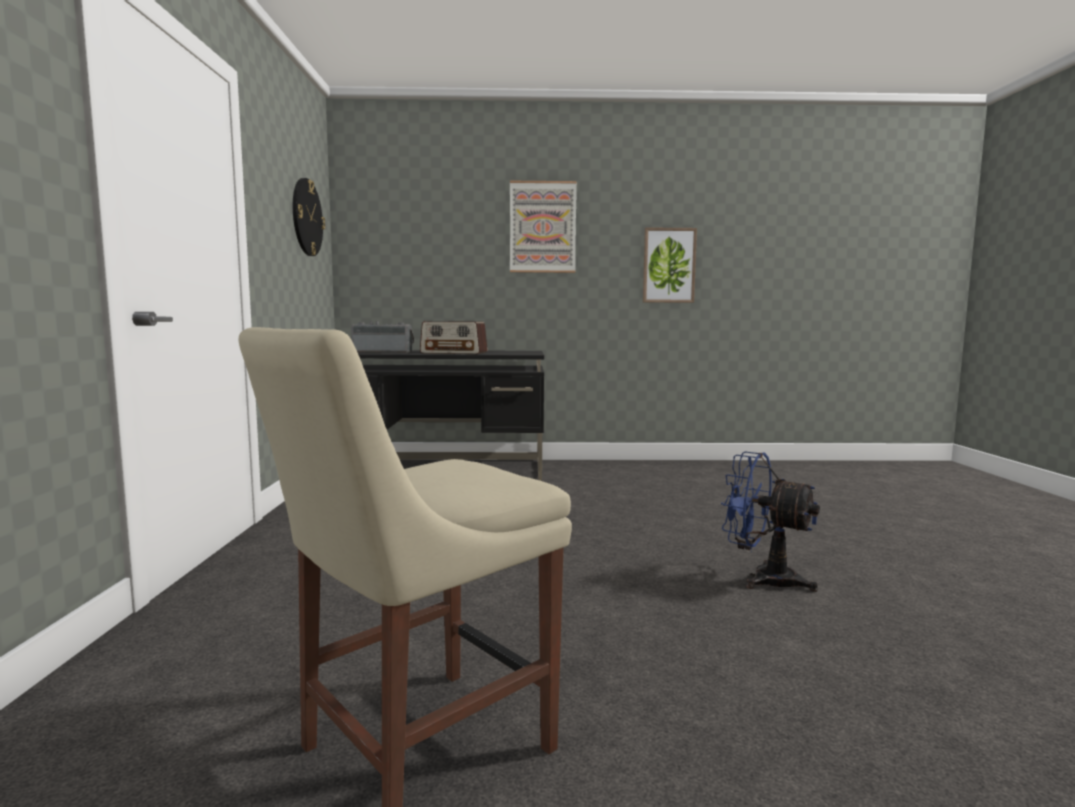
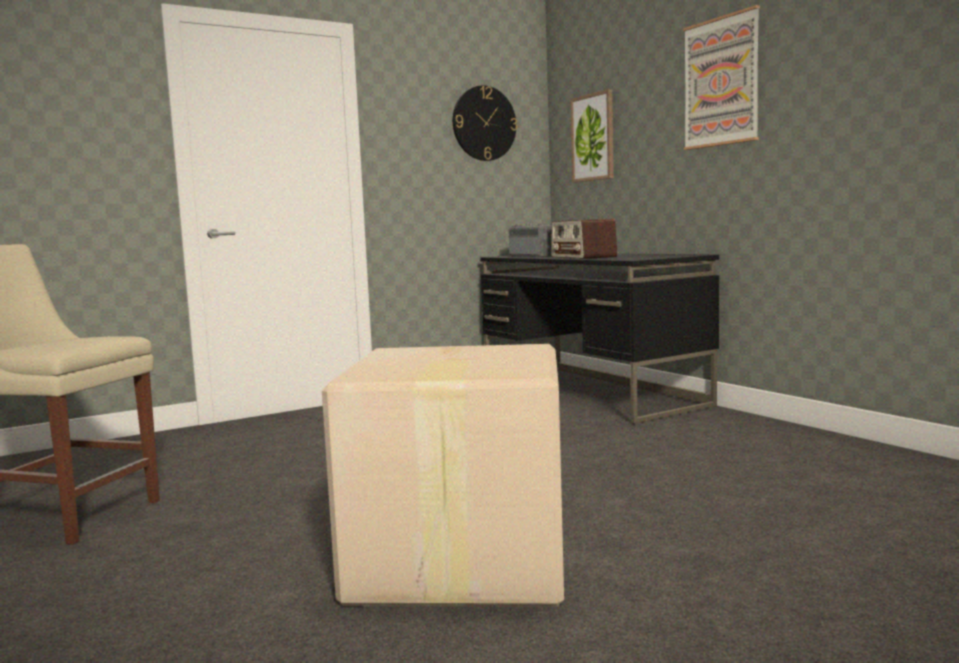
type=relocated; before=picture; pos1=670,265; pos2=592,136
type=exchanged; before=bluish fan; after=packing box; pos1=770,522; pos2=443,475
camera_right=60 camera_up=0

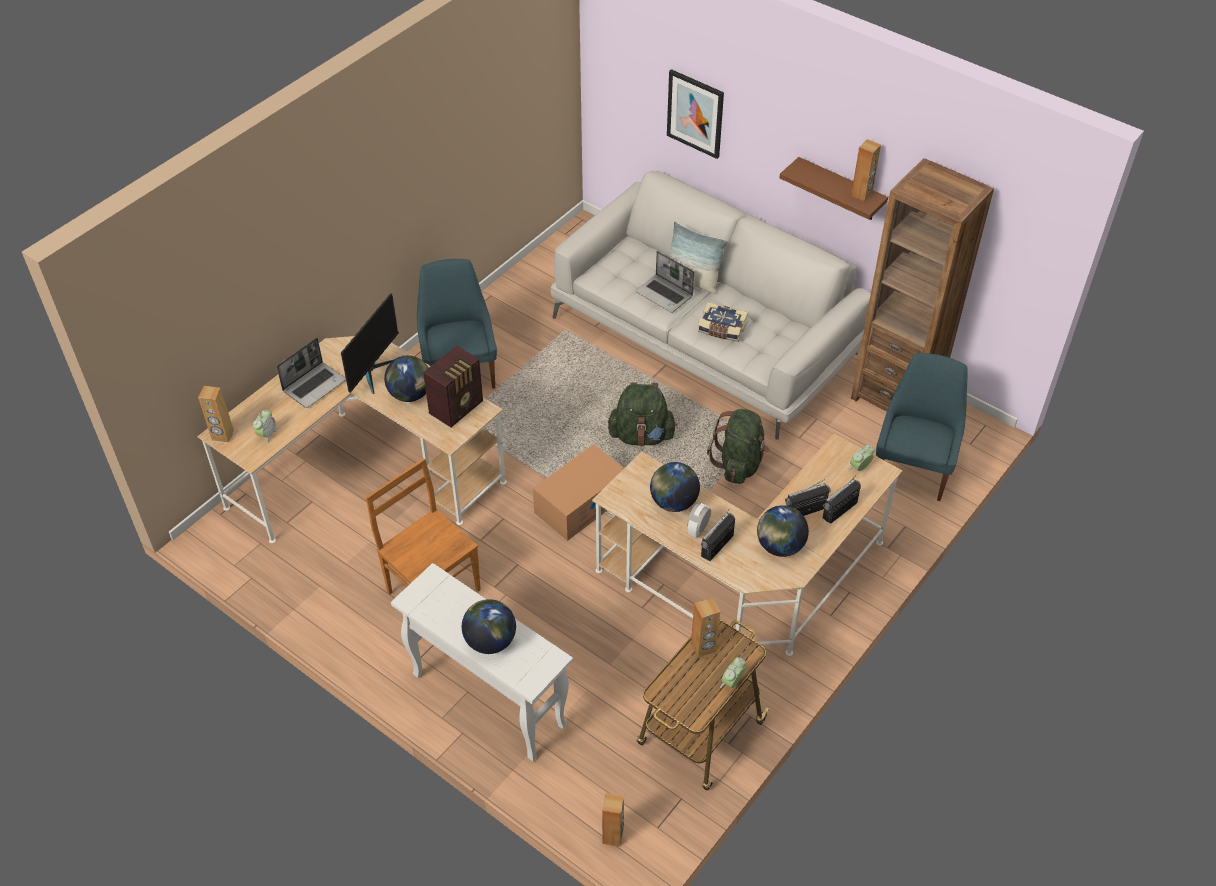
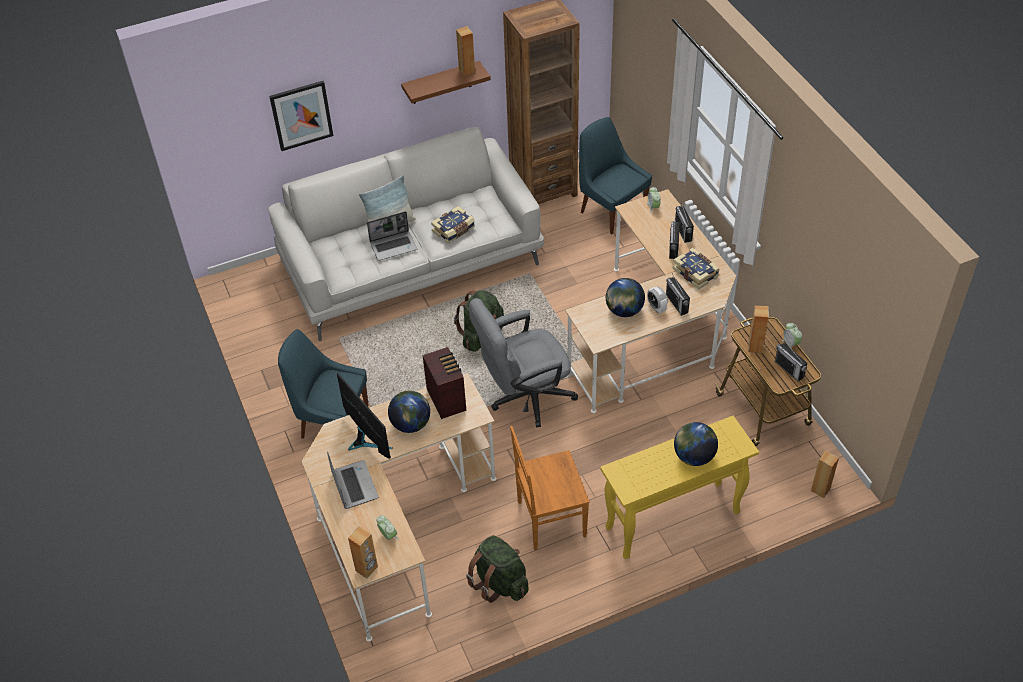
type=relocated; before=greenish knapsack; pos1=738,446; pos2=497,569
type=exchanged; before=packing box; after=grey office chair; pos1=578,492; pos2=523,362
type=exchanged; before=desk globe; after=volume; pos1=783,531; pos2=696,269
type=colour; before=white hall table; after=yellow hall table; pos1=482,662; pos2=679,487
type=appeared; after=radio receiver; pos2=791,361
camera_right=-60 camera_up=0

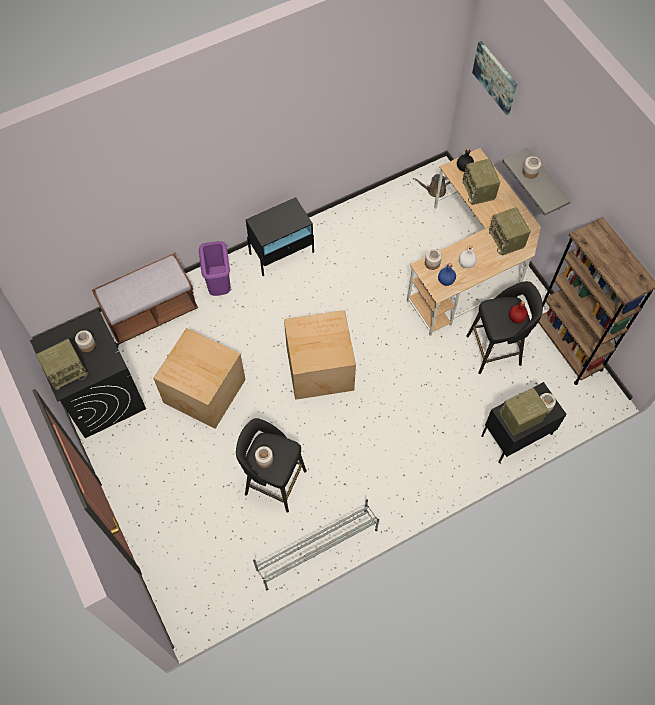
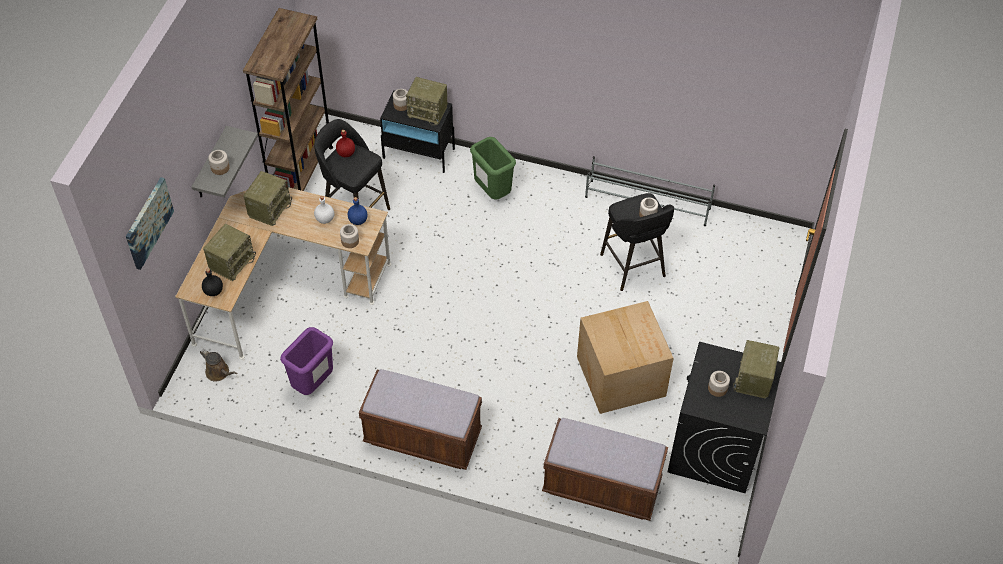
type=exchanged; before=black-coloured bedside table; after=brownish indoor bench; pos1=280,236; pos2=420,419
type=relocated; before=purple trash can; pos1=215,268; pos2=306,361
type=missing; before=packing box; pos1=320,355
type=spun; before=radio receiver; pos1=62,364; pos2=756,369; turn=-90
type=appeared; after=greenish trash can; pos2=493,168
camera_right=-135 camera_up=-10

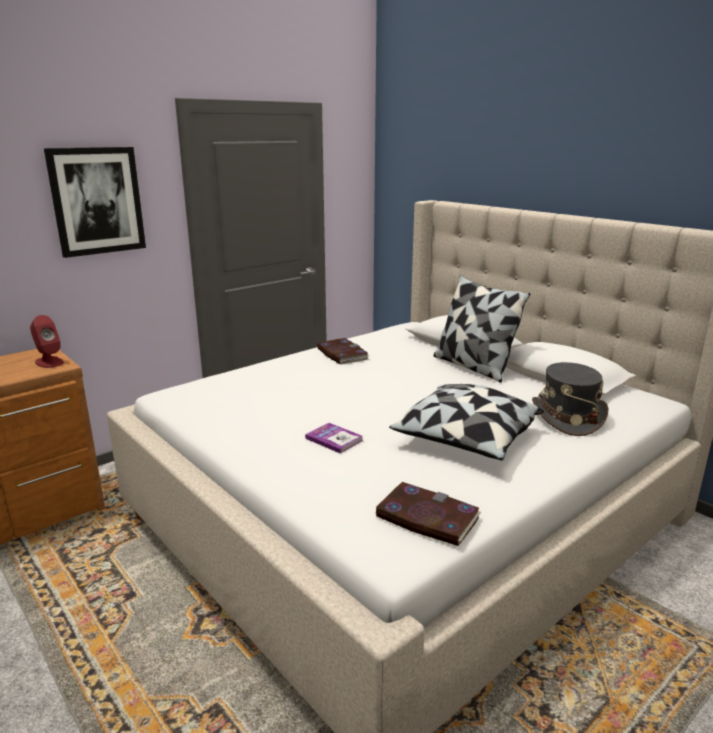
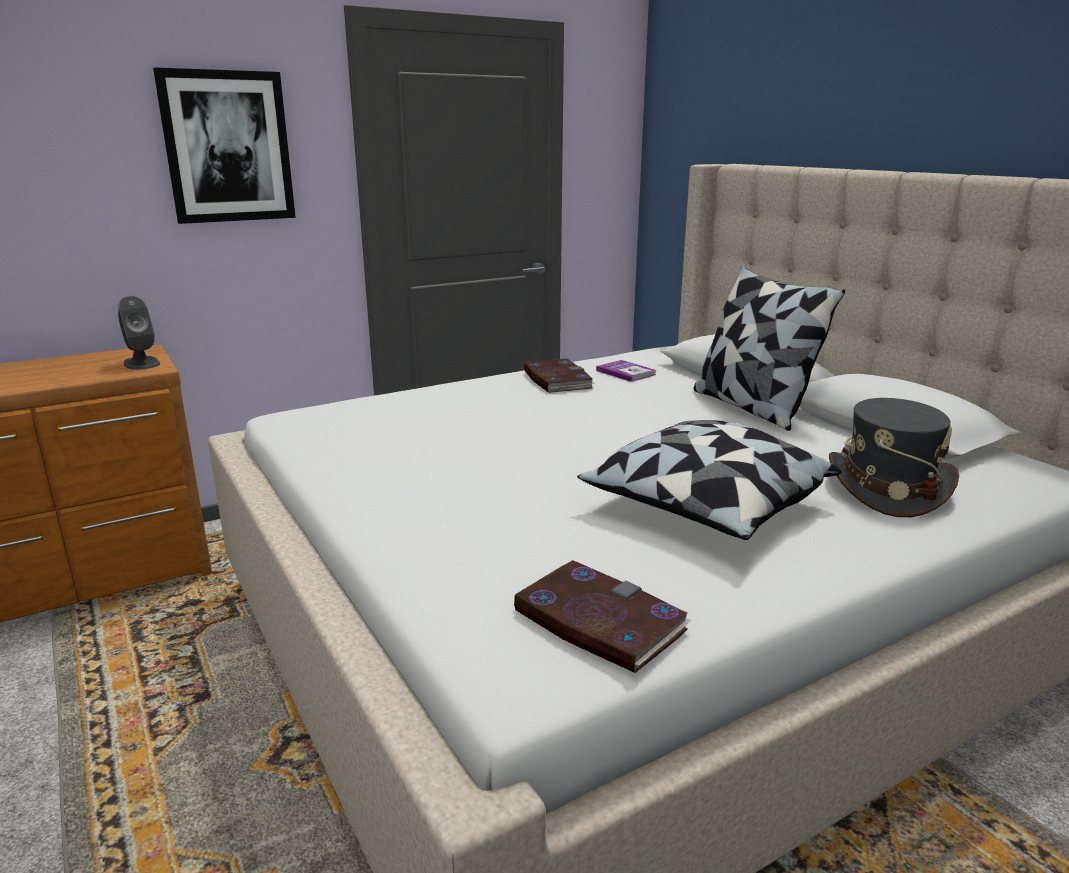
type=colour; before=red-coloured audio speaker; after=grey audio speaker; pos1=47,341; pos2=139,333
type=relocated; before=volume; pos1=334,438; pos2=626,371
camera_right=10 camera_up=0

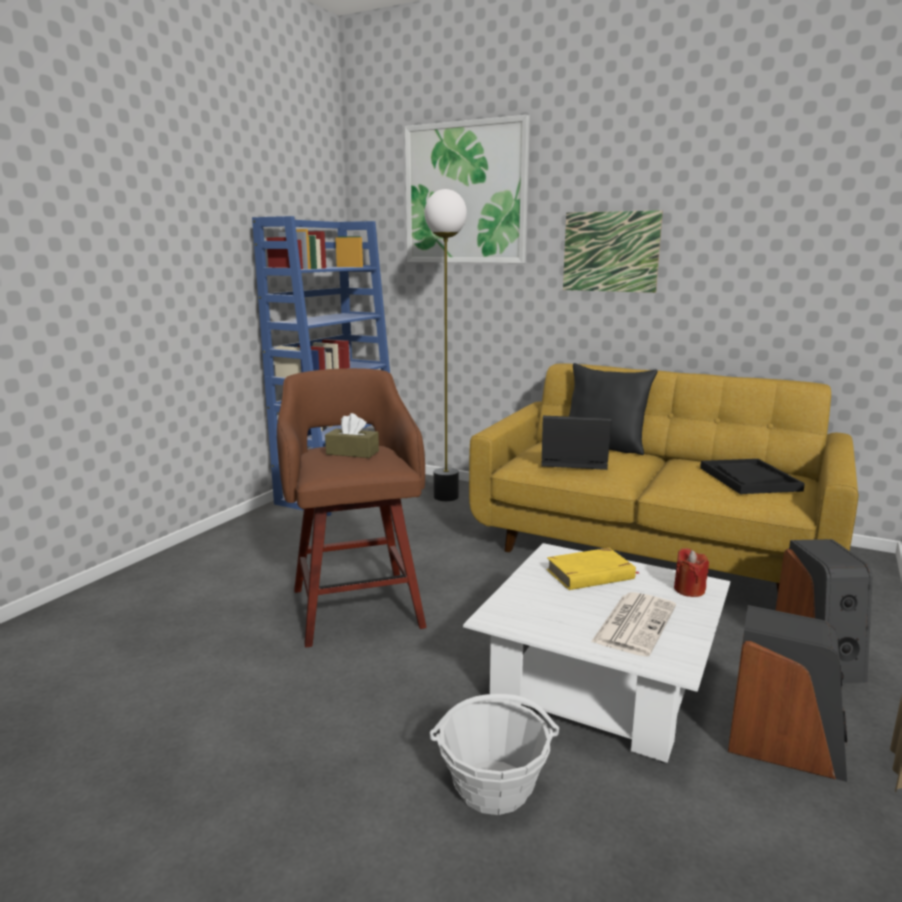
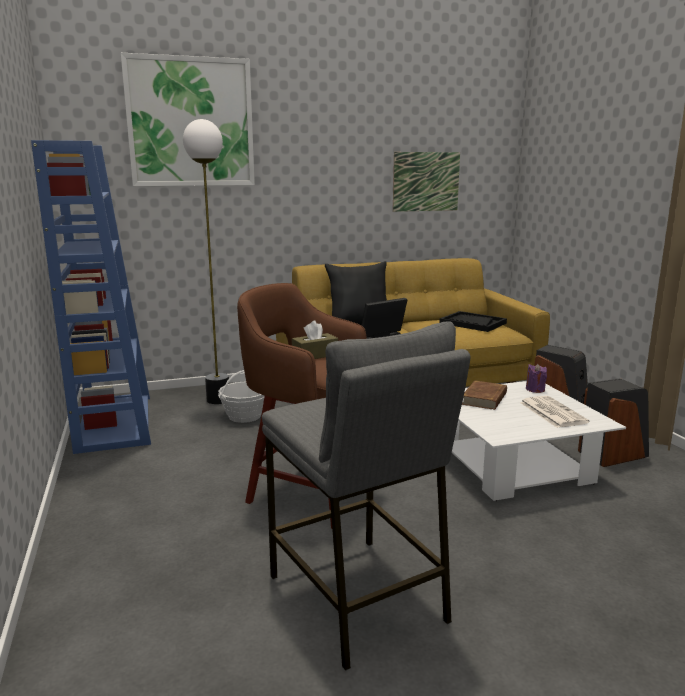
type=relocated; before=picture; pos1=613,251; pos2=426,182
type=colour; before=yellow volume; after=brownish volume; pos1=592,569; pos2=484,395
type=colour; before=red-coloured wax candle; after=purple wax candle; pos1=691,572; pos2=536,378
type=relocated; before=household basket; pos1=494,754; pos2=241,396
type=appeared; after=grey stool; pos2=366,496
camera_right=-45 camera_up=0

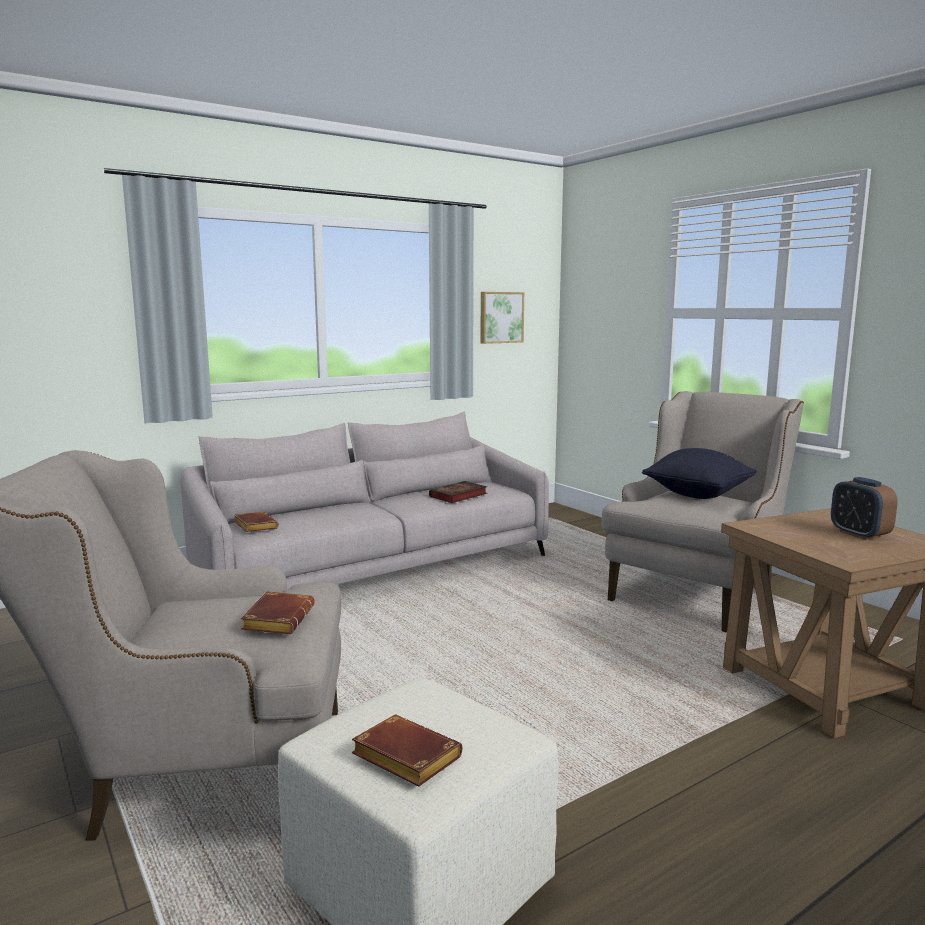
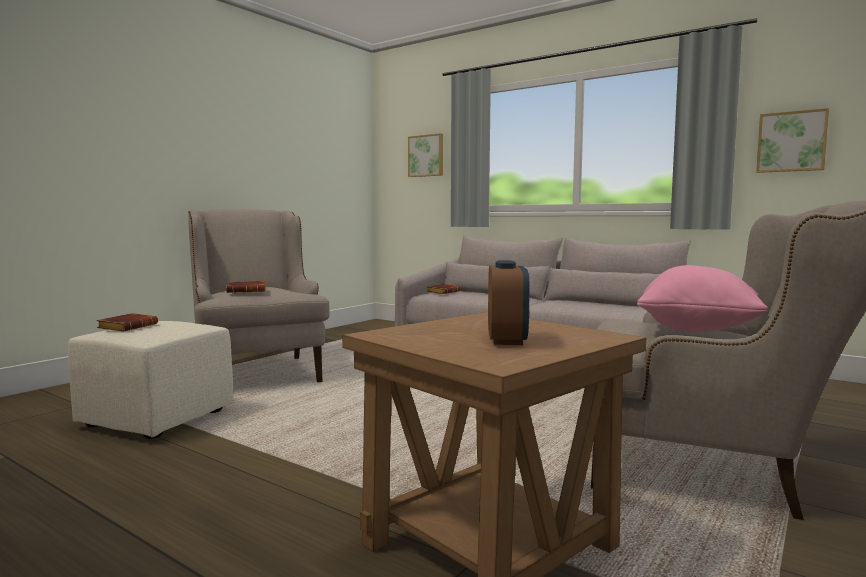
type=colour; before=black-coloured throw pillow; after=pink throw pillow; pos1=699,473; pos2=702,298
type=spun; before=table clock; pos1=864,508; pos2=509,302; turn=135
type=missing; before=volume; pos1=458,492
type=appeared; after=picture; pos2=425,155
camera_right=70 camera_up=-5

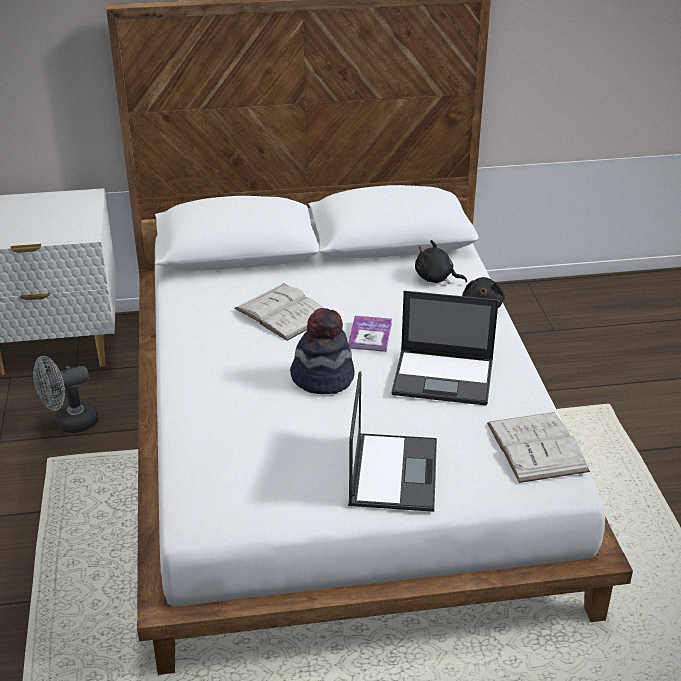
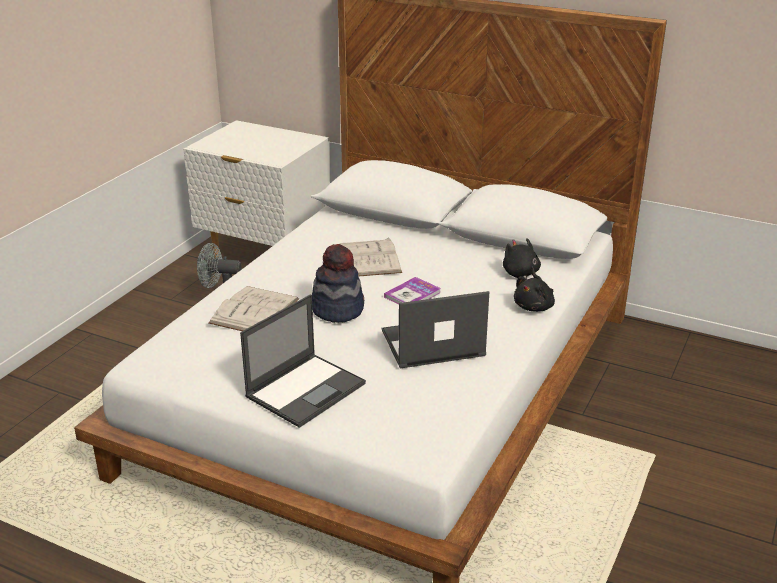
type=spun; before=laptop; pos1=445,348; pos2=435,330; turn=120
type=relocated; before=white volume; pos1=538,447; pos2=253,308
camera_right=35 camera_up=-5

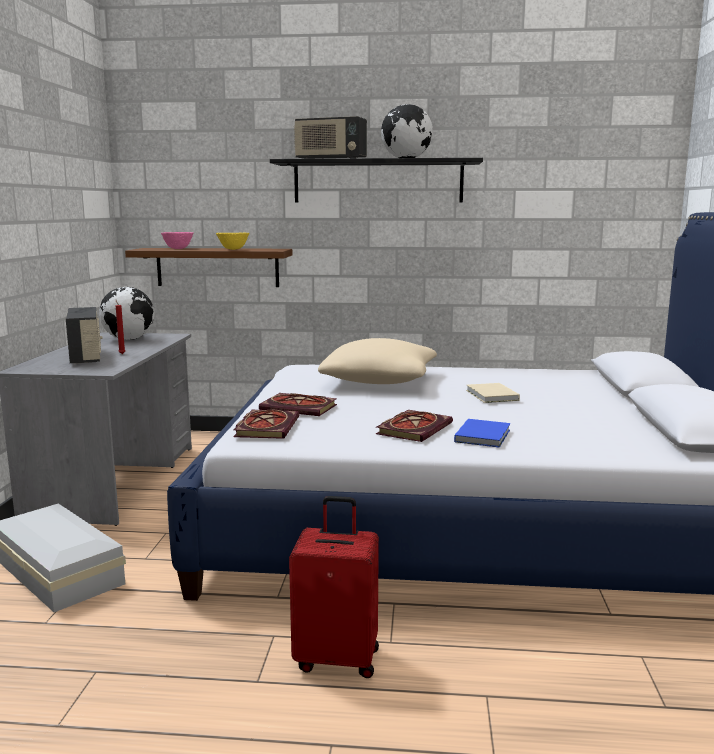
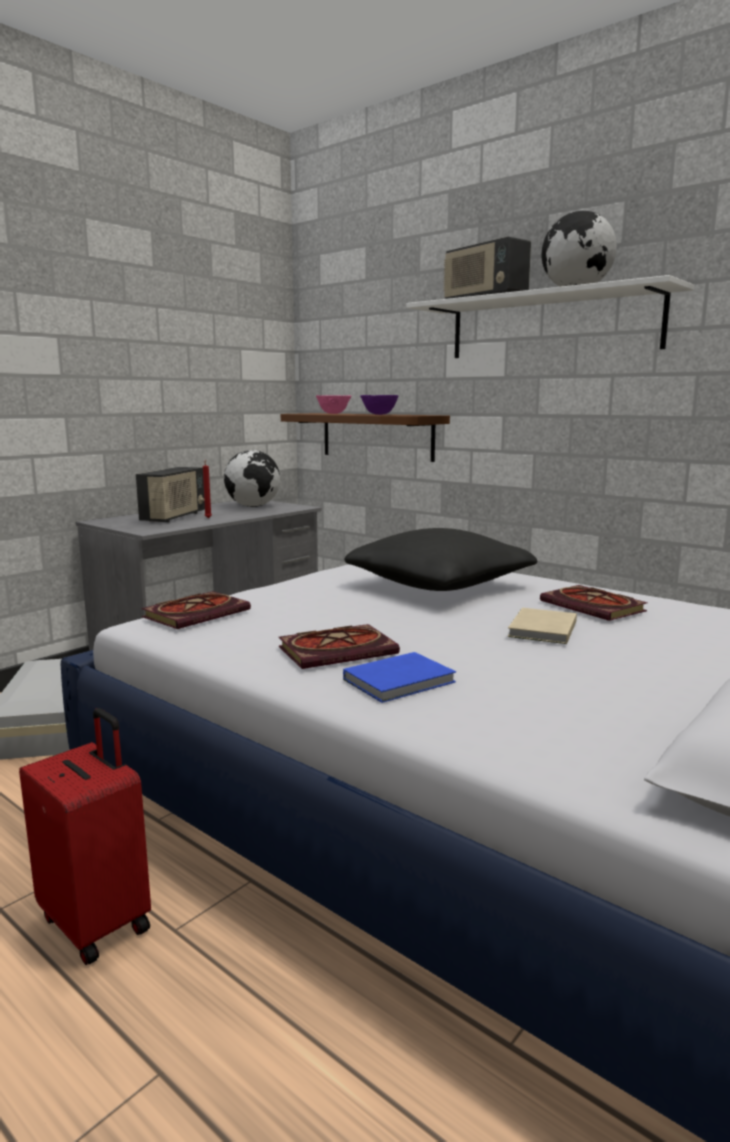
type=colour; before=black-coloured wall shelf; after=white wall shelf; pos1=376,180; pos2=550,316
type=colour; before=yellow bowl; after=purple bowl; pos1=232,241; pos2=379,405
type=colour; before=beige-coloured throw pillow; after=black-coloured throw pillow; pos1=377,361; pos2=440,559
type=relocated; before=volume; pos1=298,404; pos2=594,603
camera_right=35 camera_up=0

